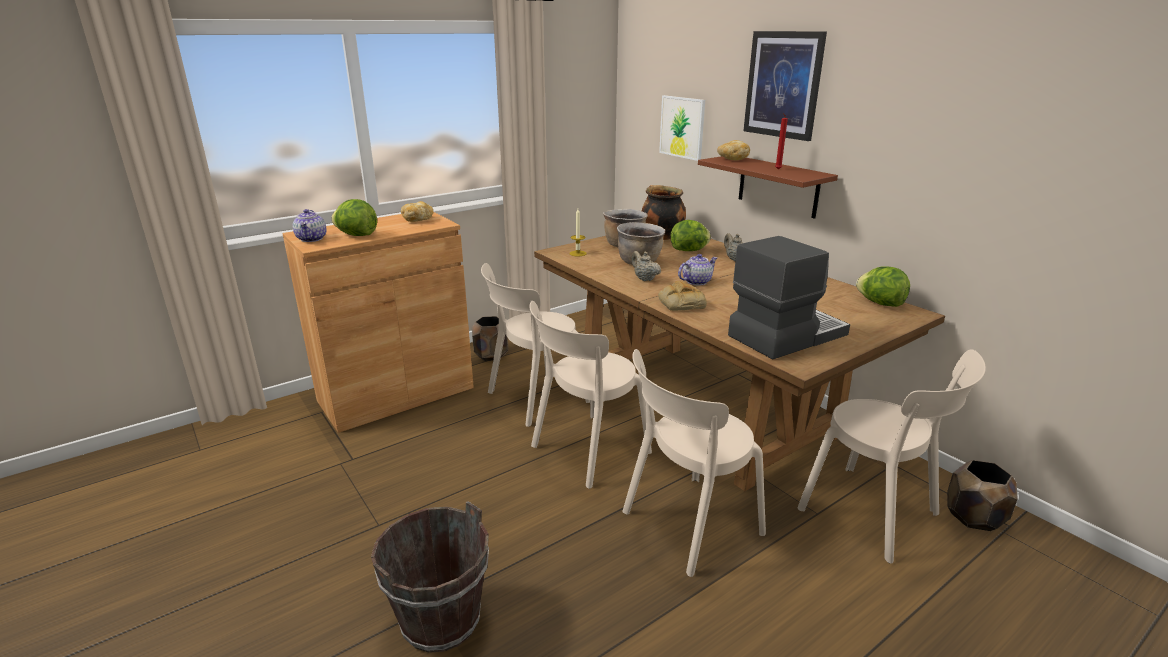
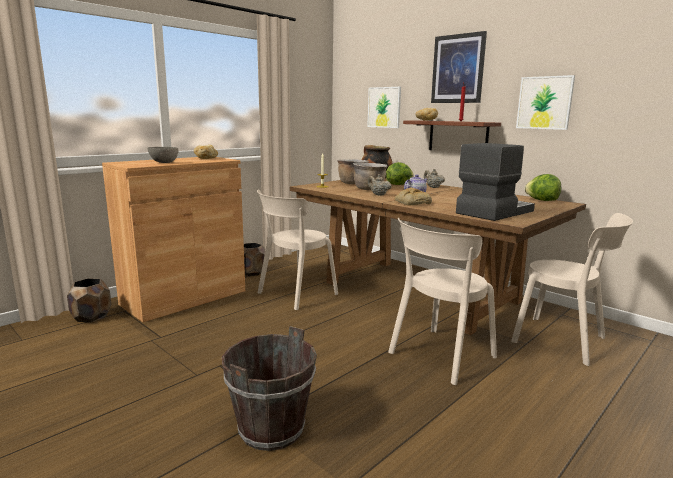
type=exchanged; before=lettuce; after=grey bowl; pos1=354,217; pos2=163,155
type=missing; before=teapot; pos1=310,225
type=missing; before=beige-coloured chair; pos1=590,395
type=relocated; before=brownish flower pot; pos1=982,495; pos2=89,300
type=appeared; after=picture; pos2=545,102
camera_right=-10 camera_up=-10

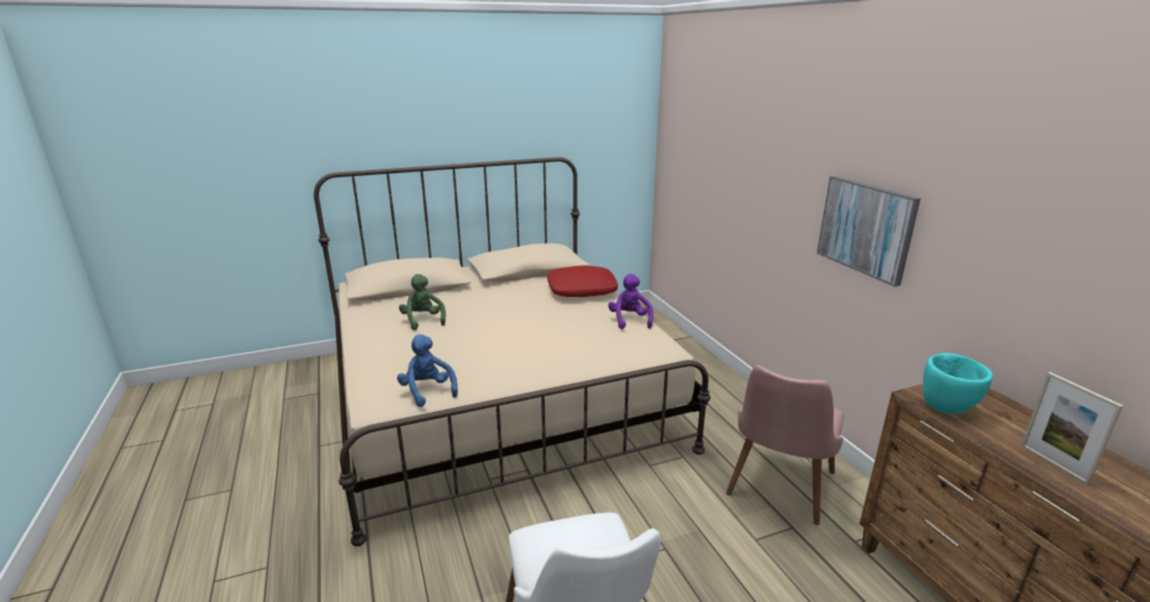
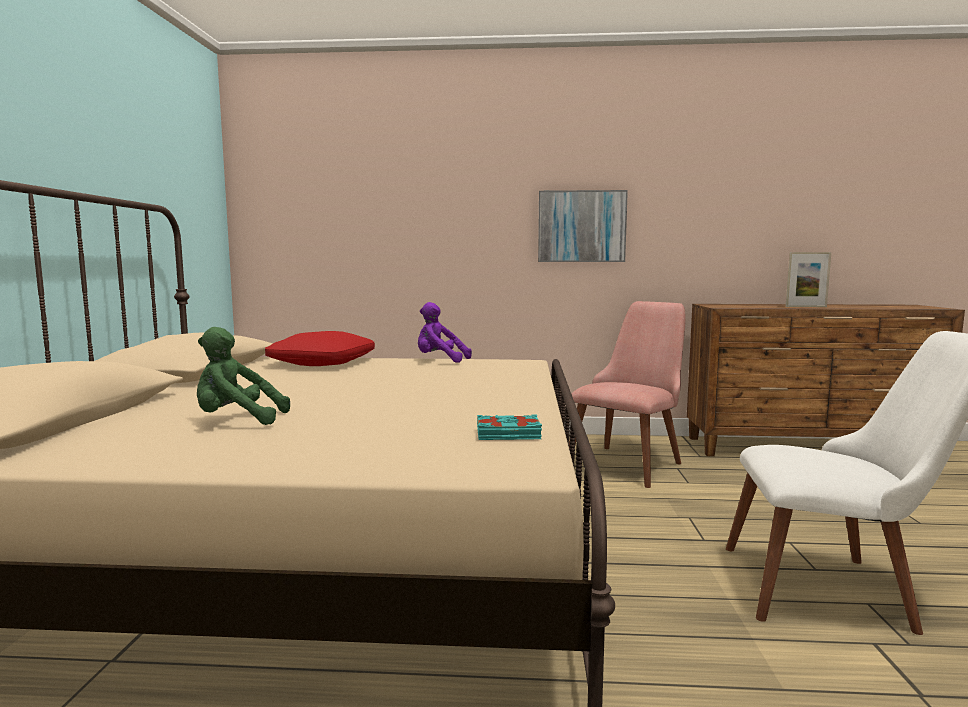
type=exchanged; before=bluish soft toy; after=turquoise volume; pos1=427,370; pos2=509,427
type=missing; before=turquoise bowl; pos1=958,383
type=spun; before=pink chair; pos1=785,445; pos2=627,394; turn=-105
camera_right=-65 camera_up=-15

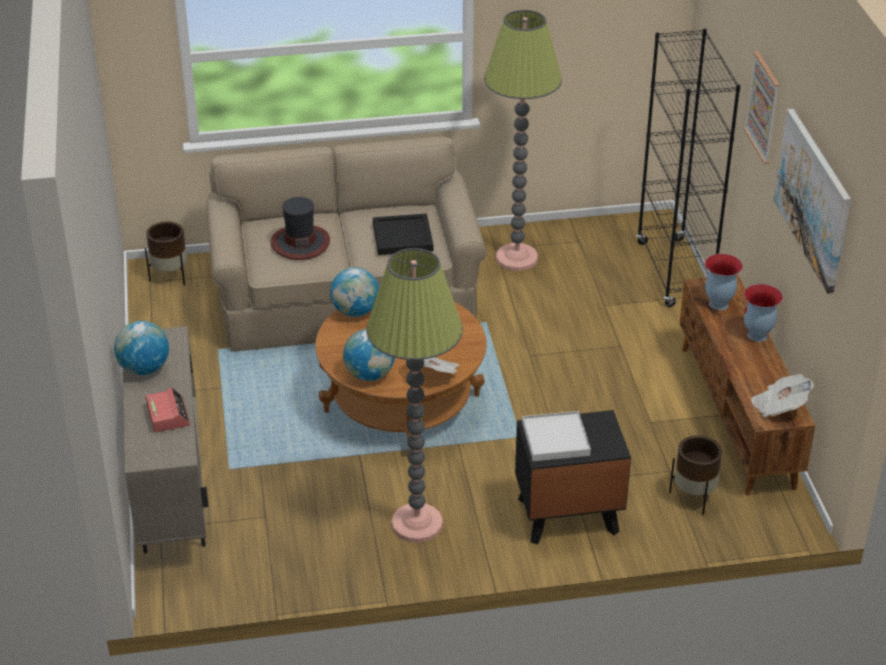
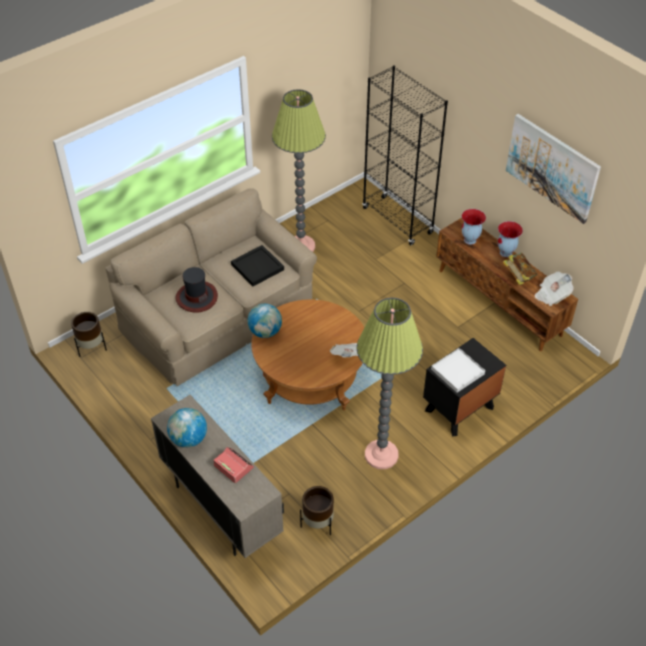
type=missing; before=picture; pos1=762,107
type=missing; before=desk globe; pos1=369,355
type=relocated; before=brownish flower pot; pos1=695,475; pos2=317,510
type=appeared; after=volume; pos2=520,269
camera_right=-30 camera_up=10

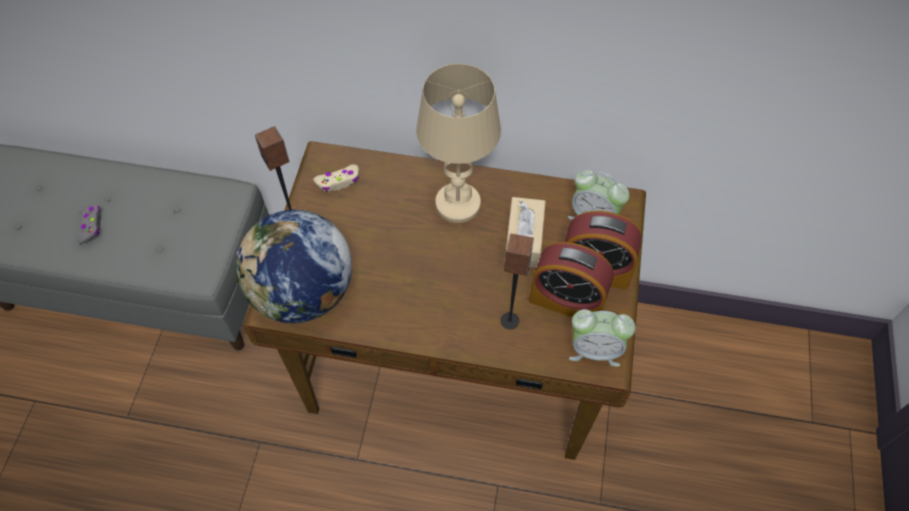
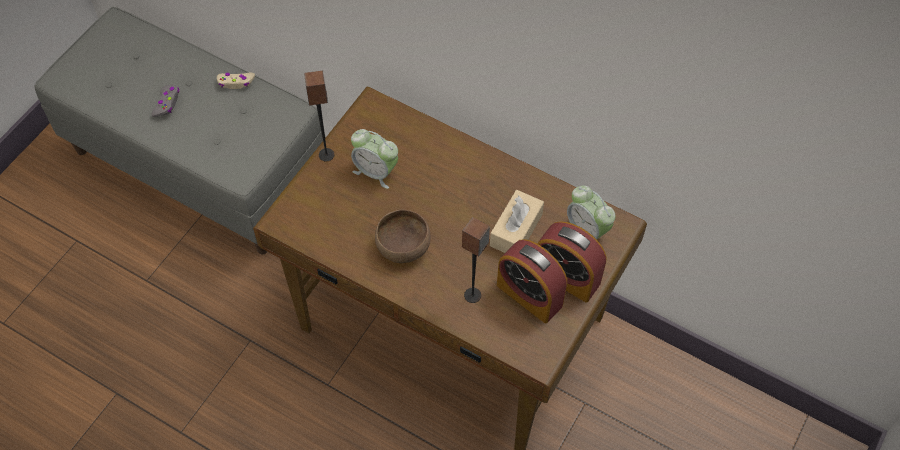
type=missing; before=beige-coloured tabletop lamp; pos1=458,143
type=relocated; before=beige-coloured game controller; pos1=336,178; pos2=236,80
type=missing; before=desk globe; pos1=293,266
type=relocated; before=table clock; pos1=602,337; pos2=374,159
type=appeared; after=brownish bowl; pos2=403,236
camera_right=20 camera_up=0

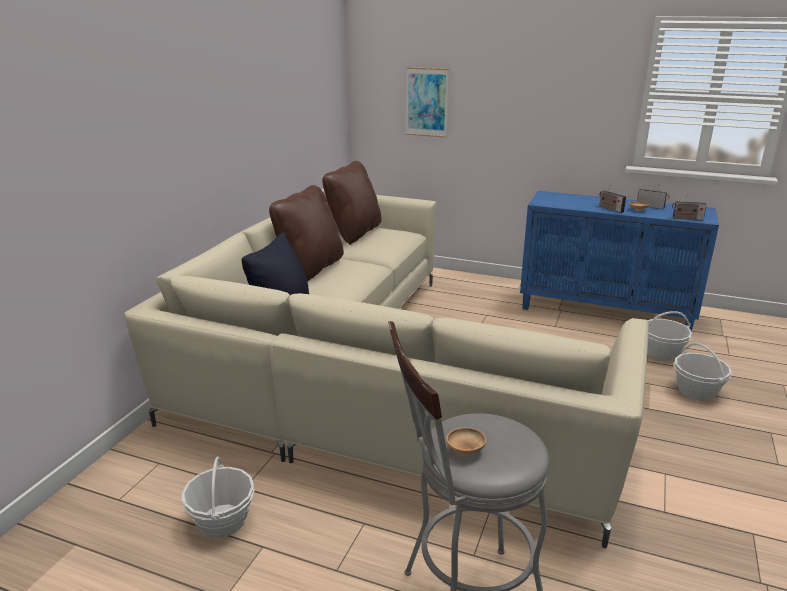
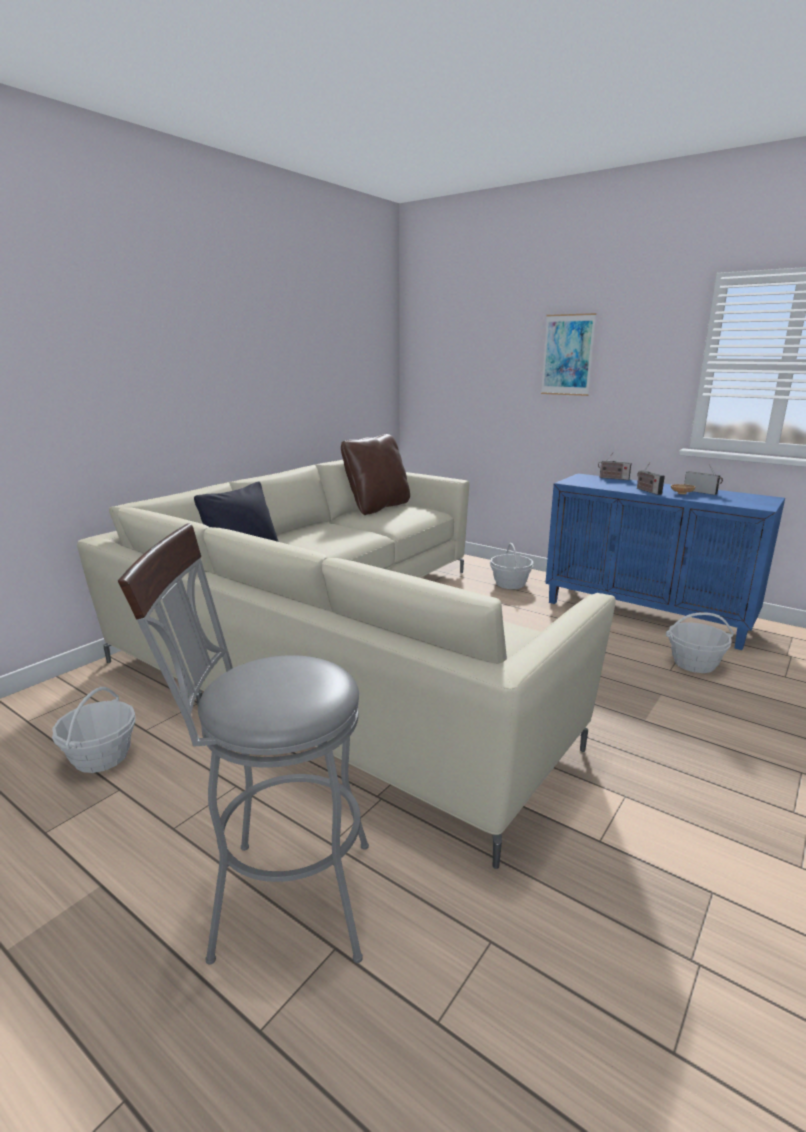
type=relocated; before=picture; pos1=427,102; pos2=568,354
type=missing; before=brownish throw pillow; pos1=306,233
type=relocated; before=radio receiver; pos1=689,206; pos2=614,466
type=relocated; before=household basket; pos1=702,372; pos2=511,566
type=missing; before=brownish bowl; pos1=466,440
camera_right=15 camera_up=-5

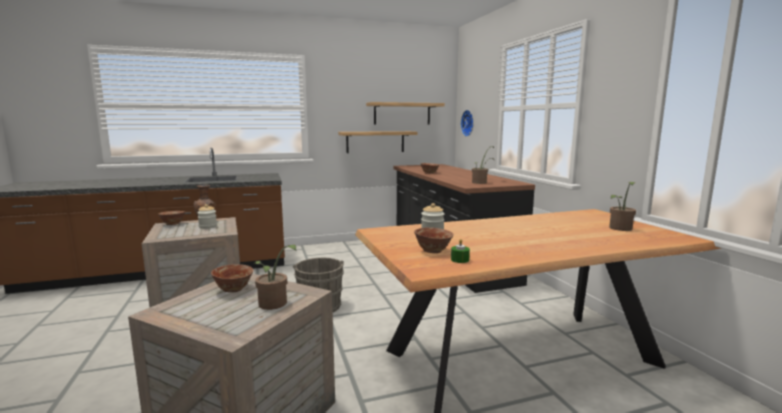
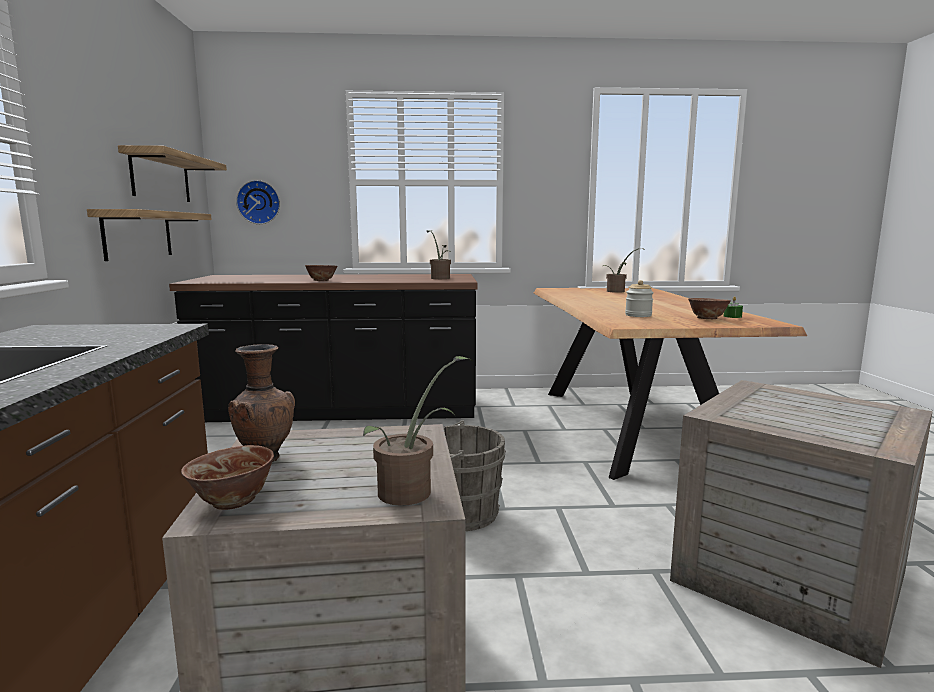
type=missing; before=jar; pos1=207,216
type=relocated; before=plant in a pot; pos1=275,277; pos2=418,431
type=missing; before=bowl; pos1=232,278
camera_right=-75 camera_up=0

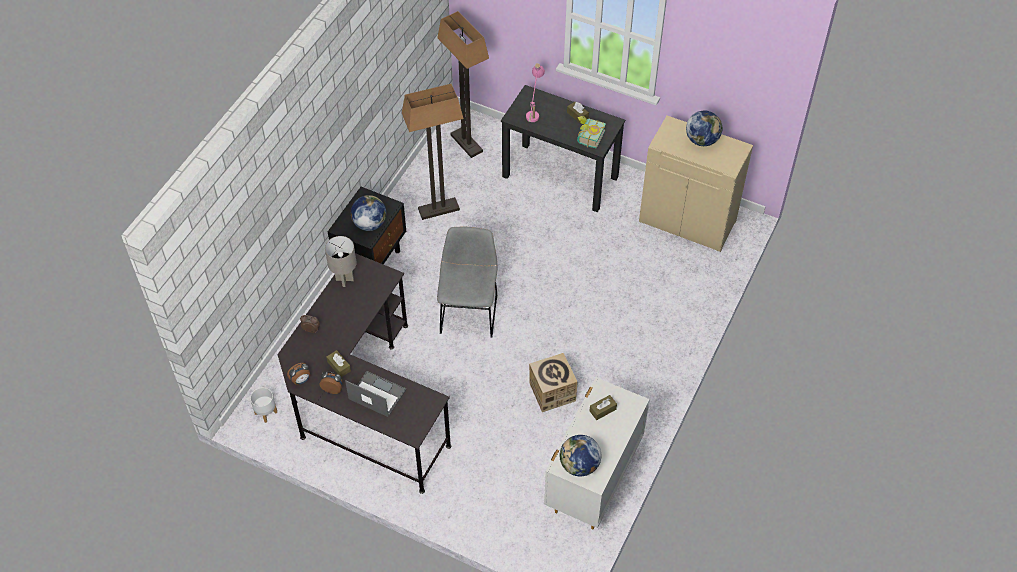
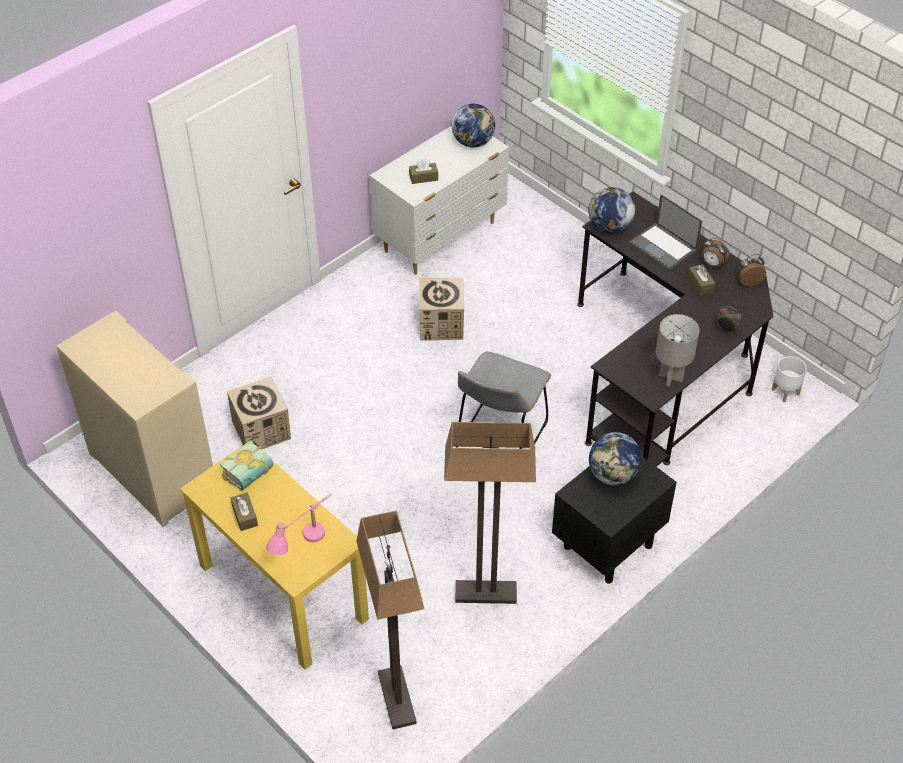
type=colour; before=black-coloured desk; after=yellow desk; pos1=563,148; pos2=274,555
type=relocated; before=desk globe; pos1=704,128; pos2=611,210
type=appeared; after=packing box; pos2=259,413
camera_right=-160 camera_up=-5

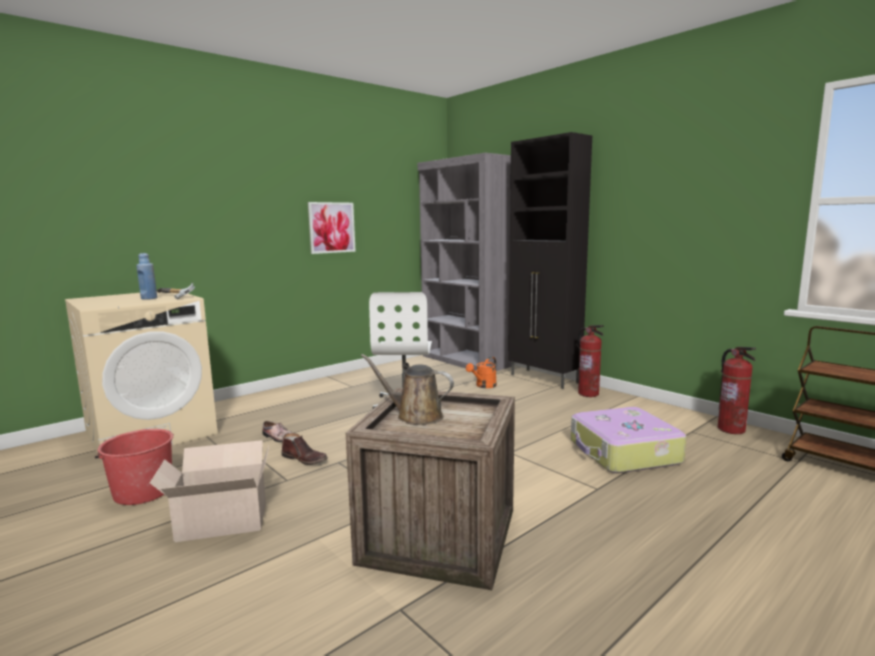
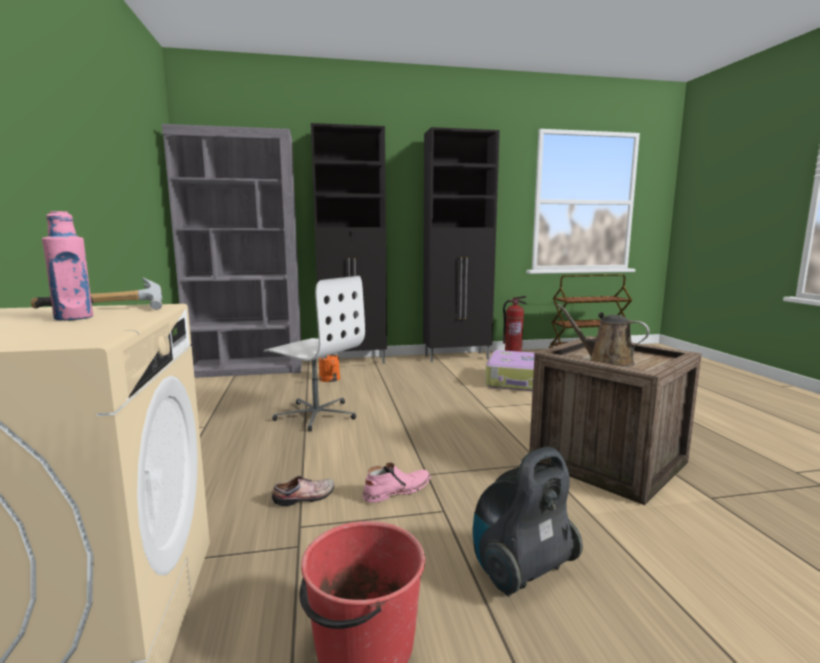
type=missing; before=picture; pos1=332,228
type=colour; before=bluish beverage bottle; after=pink beverage bottle; pos1=146,276; pos2=67,266
type=missing; before=extinguisher; pos1=591,361
type=spun; before=brownish sprinkling can; pos1=407,389; pos2=603,335; turn=75
type=colour; before=brownish high-top boot; after=pink high-top boot; pos1=304,449; pos2=396,482
type=exchanged; before=packing box; after=vacuum cleaner; pos1=209,491; pos2=528,522
type=appeared; after=black-coloured storage cabinet; pos2=461,244
camera_right=-60 camera_up=0

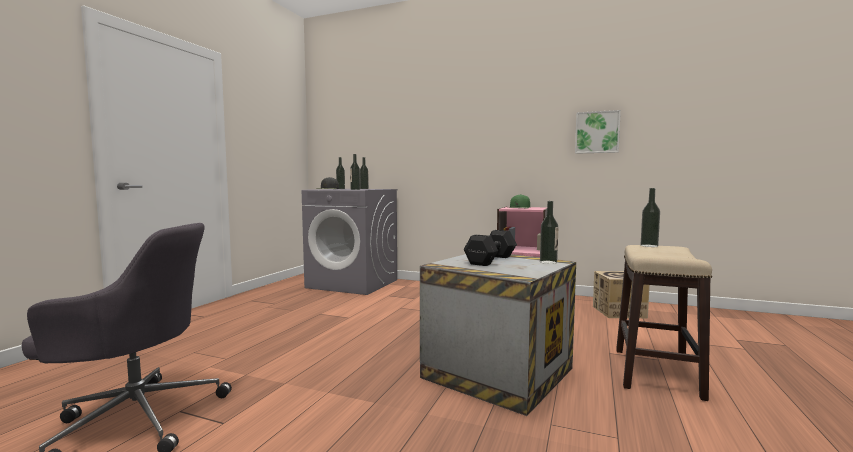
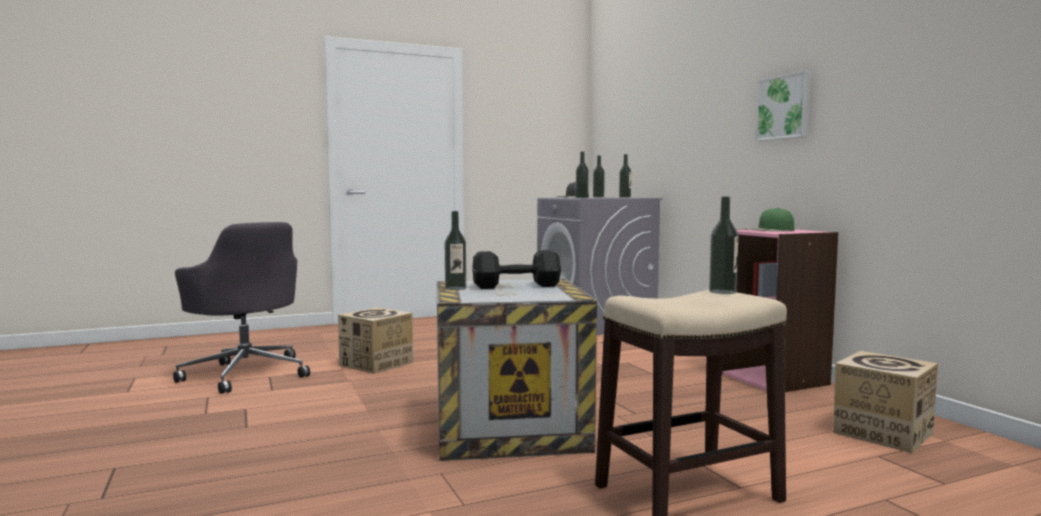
type=relocated; before=picture; pos1=598,132; pos2=783,105
type=relocated; before=beverage bottle; pos1=549,232; pos2=455,250
type=appeared; after=packing box; pos2=375,340
camera_right=45 camera_up=0

